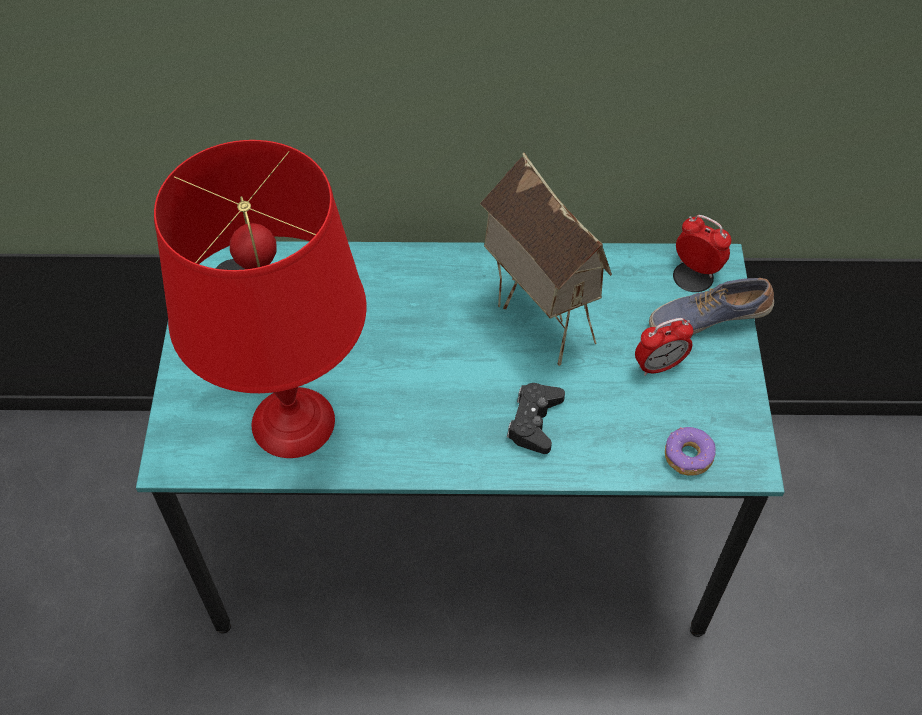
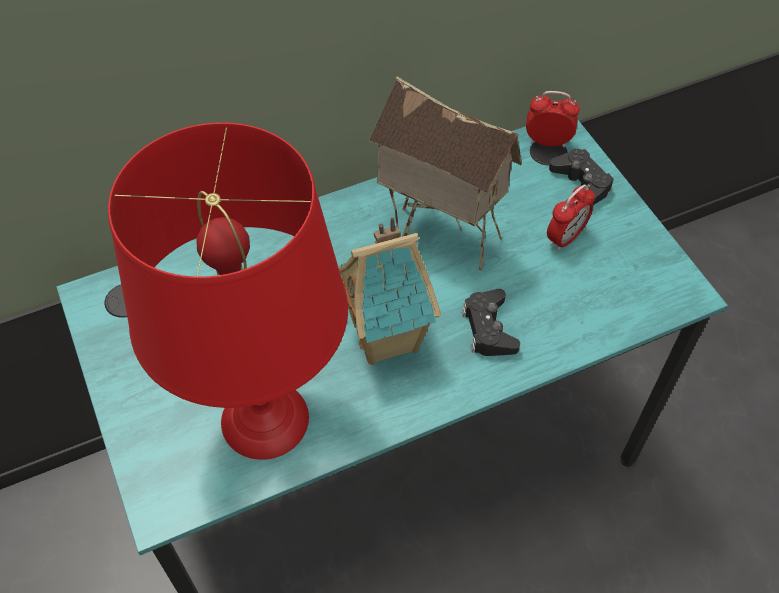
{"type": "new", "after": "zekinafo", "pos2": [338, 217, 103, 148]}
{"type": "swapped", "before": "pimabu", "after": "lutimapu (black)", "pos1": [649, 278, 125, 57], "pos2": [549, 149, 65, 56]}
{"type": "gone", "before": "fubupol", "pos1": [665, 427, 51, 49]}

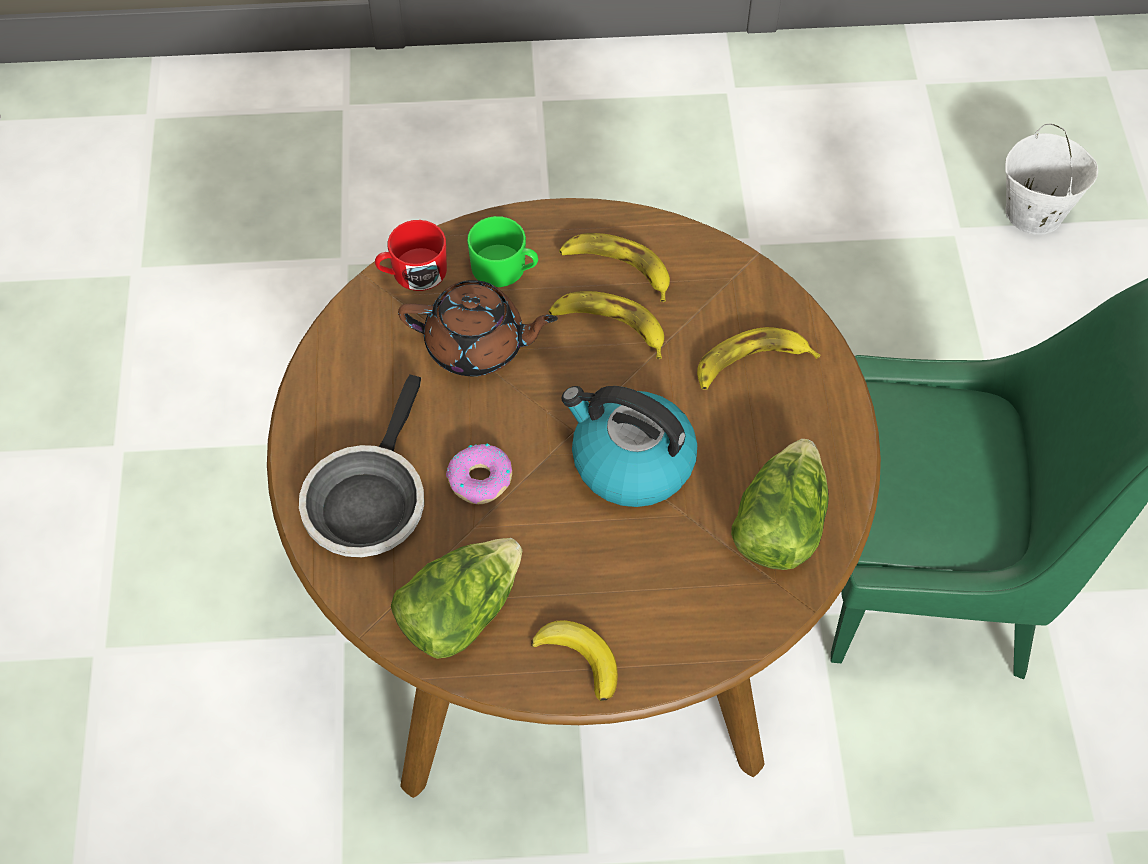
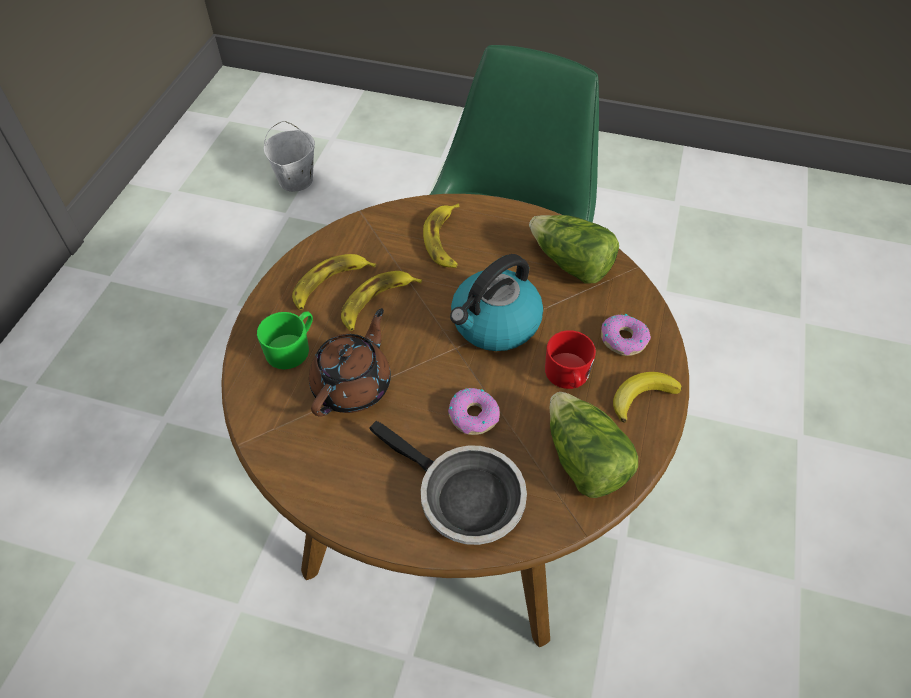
{"type": "shifted", "before": "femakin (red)", "pos1": [375, 220, 72, 71], "pos2": [545, 330, 51, 59]}
{"type": "new", "after": "fubupol", "pos2": [601, 314, 50, 42]}

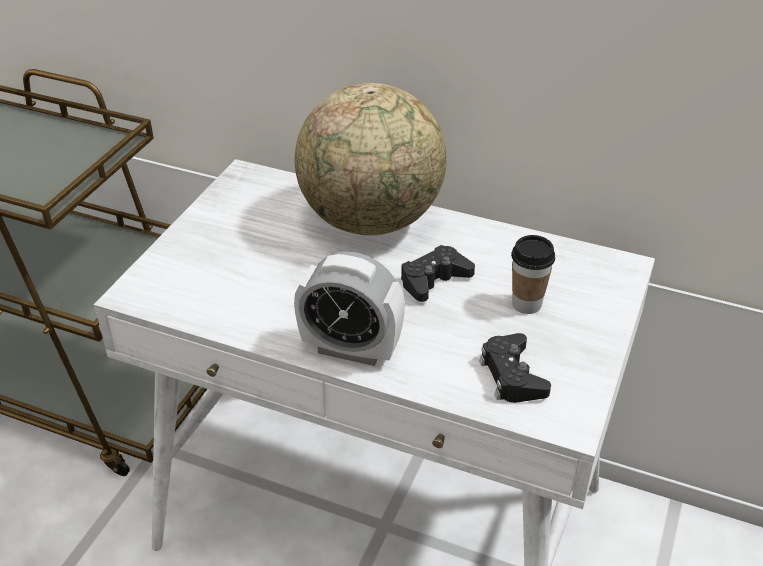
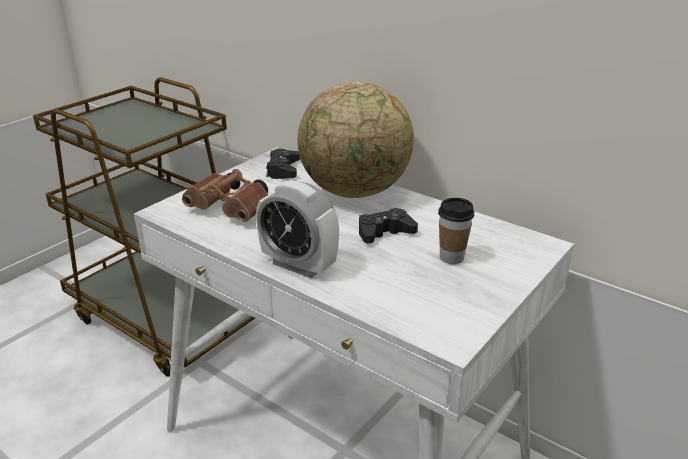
{"type": "new", "after": "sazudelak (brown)", "pos2": [182, 169, 87, 53]}
{"type": "shifted", "before": "lutimapu (black)", "pos1": [479, 333, 72, 70], "pos2": [266, 148, 34, 31]}

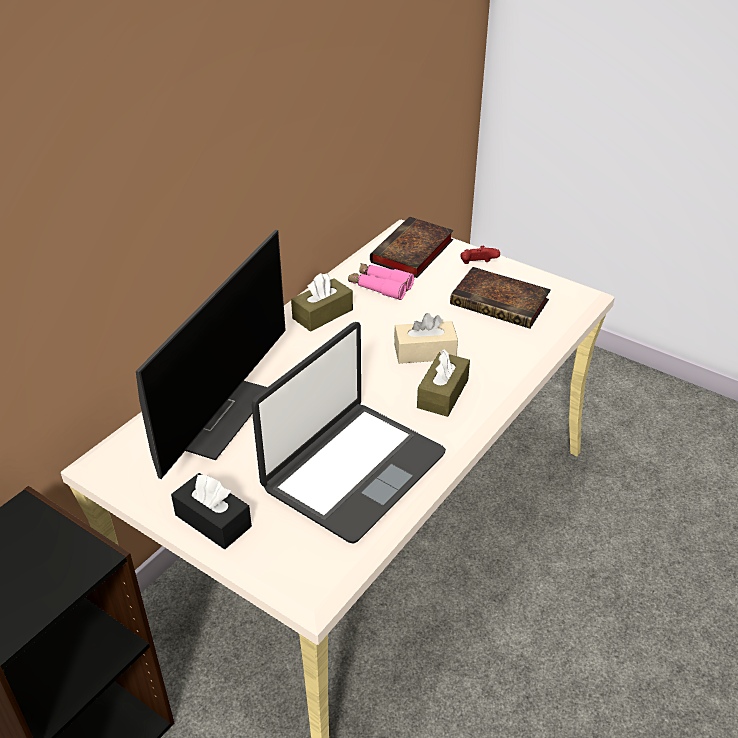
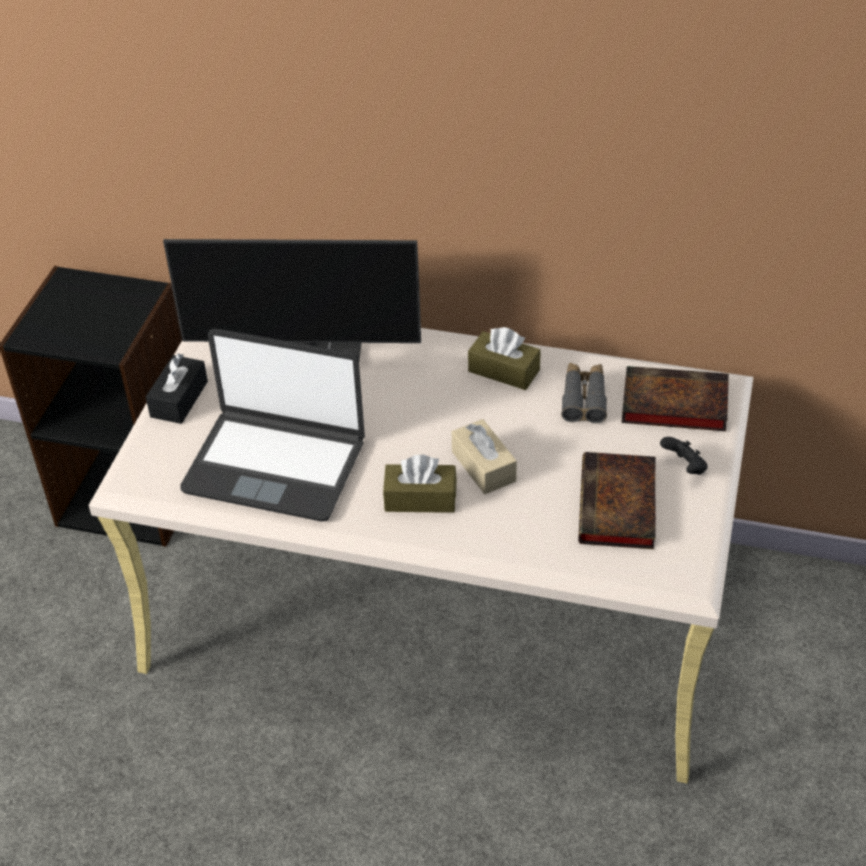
{"type": "repainted", "before": "sazudelak (pink)", "after": "sazudelak (grey)", "pos1": [348, 263, 66, 37], "pos2": [561, 363, 46, 60]}
{"type": "repainted", "before": "lutimapu (red)", "after": "lutimapu (black)", "pos1": [460, 246, 40, 18], "pos2": [660, 437, 48, 38]}

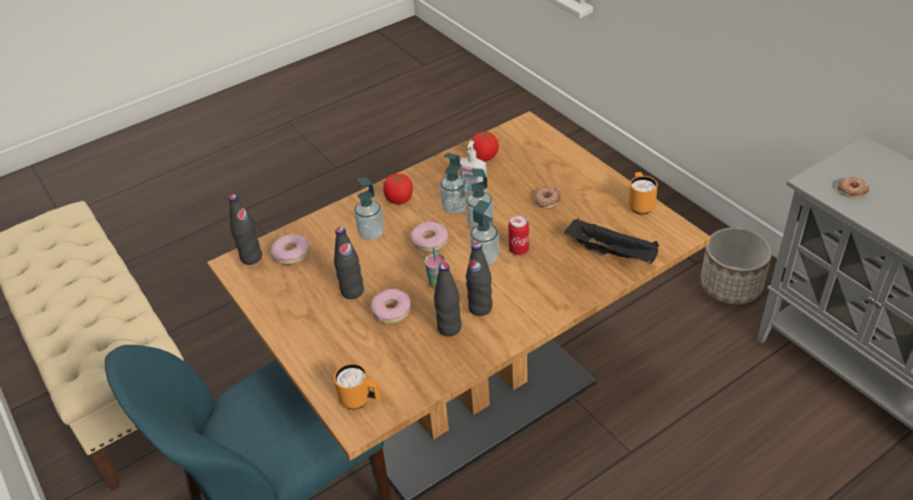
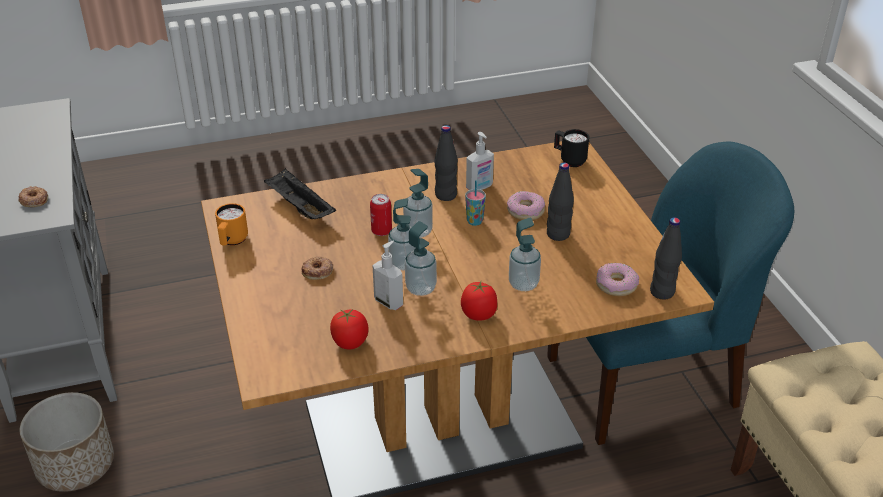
{"type": "swapped", "before": "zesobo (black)", "after": "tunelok", "pos1": [434, 263, 27, 74], "pos2": [466, 132, 28, 58]}
{"type": "repainted", "before": "femakin (orange)", "after": "femakin (black)", "pos1": [334, 363, 47, 46], "pos2": [554, 129, 35, 38]}
{"type": "gone", "before": "fubupol", "pos1": [410, 221, 39, 31]}

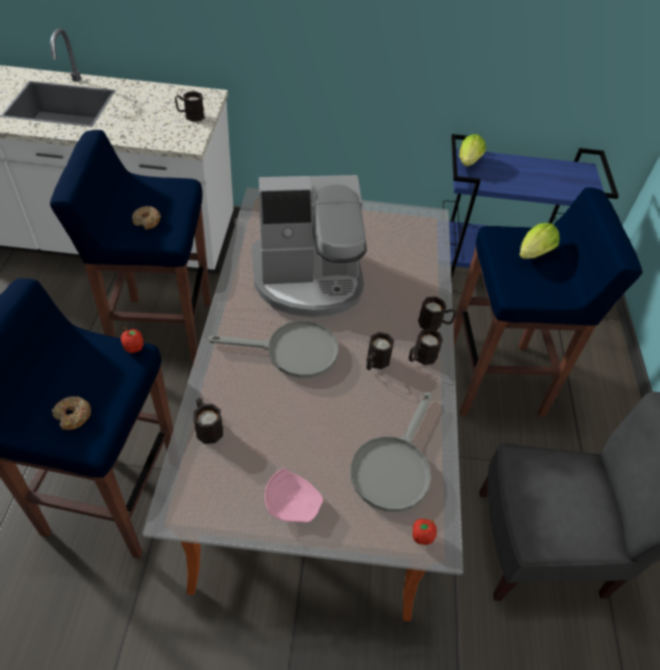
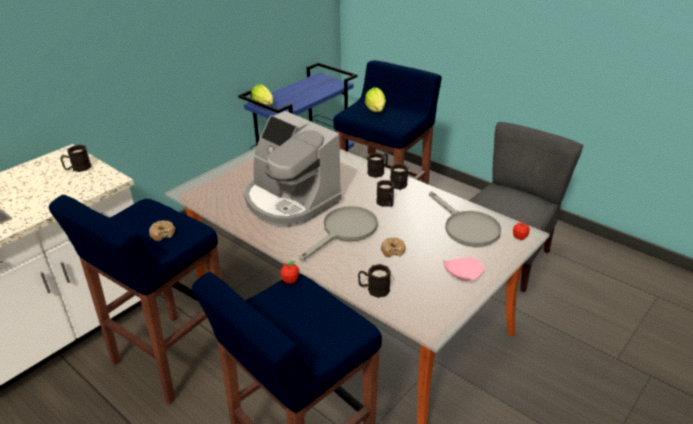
{"type": "rotated", "before": "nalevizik", "pos1": [252, 175, 115, 143], "pos2": [244, 111, 98, 116], "turn": 105}
{"type": "shifted", "before": "fubupol", "pos1": [52, 396, 39, 34], "pos2": [381, 237, 25, 20]}

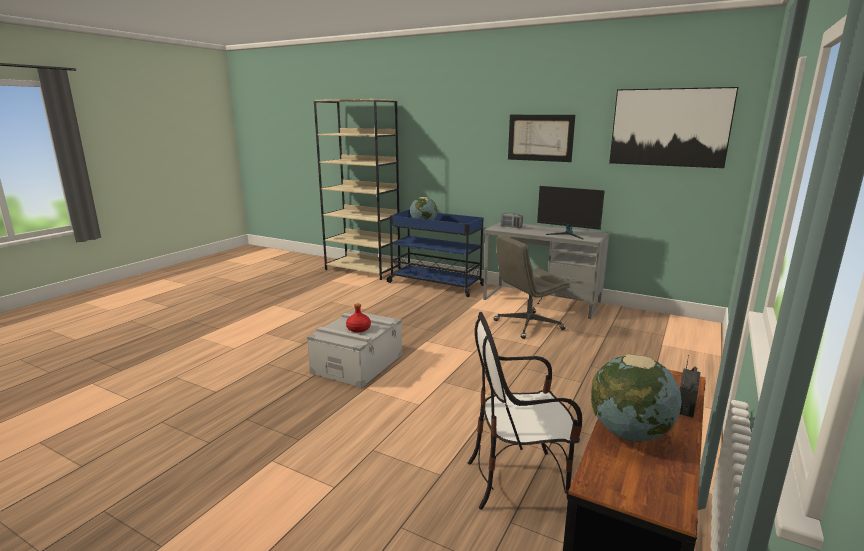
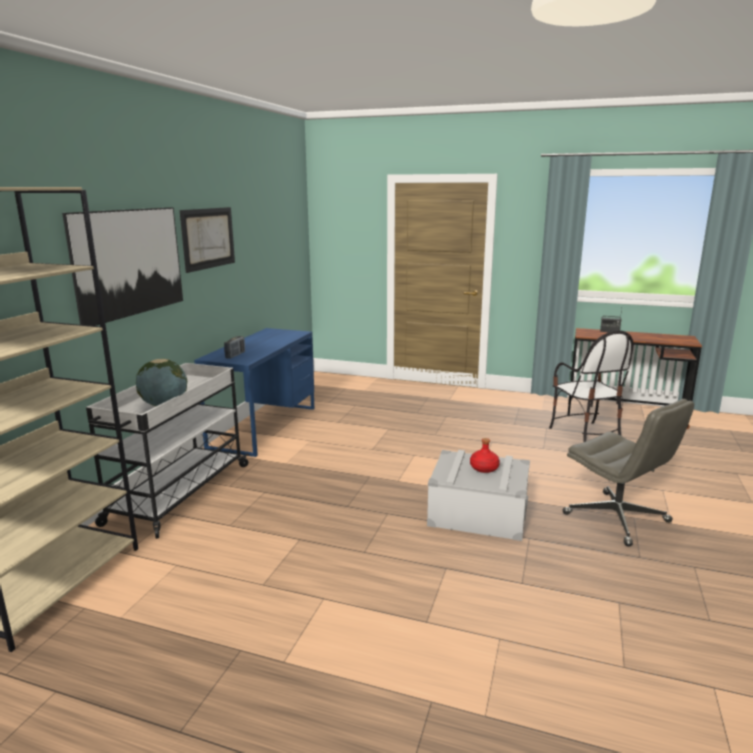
{"type": "shifted", "before": "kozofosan", "pos1": [609, 87, 129, 81], "pos2": [62, 207, 121, 119]}
{"type": "repainted", "before": "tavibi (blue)", "after": "tavibi (white)", "pos1": [386, 210, 98, 87], "pos2": [86, 363, 163, 176]}
{"type": "repainted", "before": "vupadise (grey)", "after": "vupadise (blue)", "pos1": [483, 222, 126, 97], "pos2": [194, 328, 120, 129]}
{"type": "shifted", "before": "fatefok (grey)", "pos1": [494, 236, 76, 103], "pos2": [563, 399, 131, 148]}
{"type": "gone", "before": "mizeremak", "pos1": [537, 186, 68, 53]}
{"type": "gone", "before": "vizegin", "pos1": [591, 354, 91, 88]}

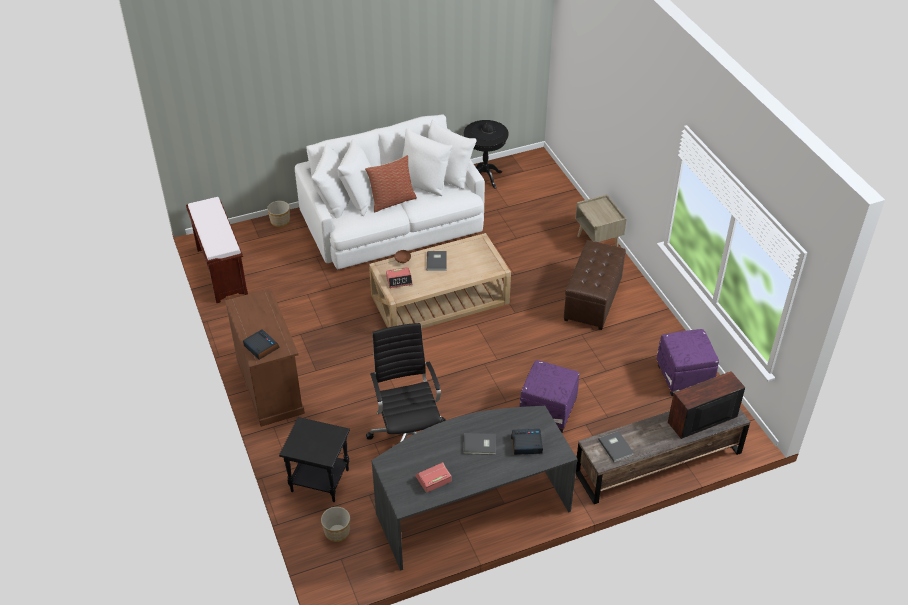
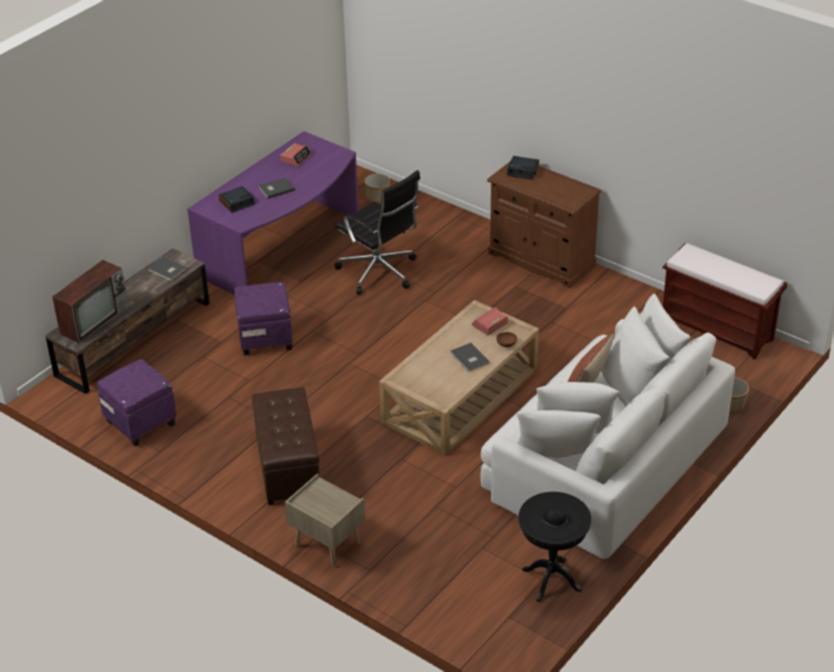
{"type": "repainted", "before": "vupadise (grey)", "after": "vupadise (purple)", "pos1": [371, 406, 207, 165], "pos2": [187, 131, 172, 164]}
{"type": "gone", "before": "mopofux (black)", "pos1": [279, 417, 71, 85]}

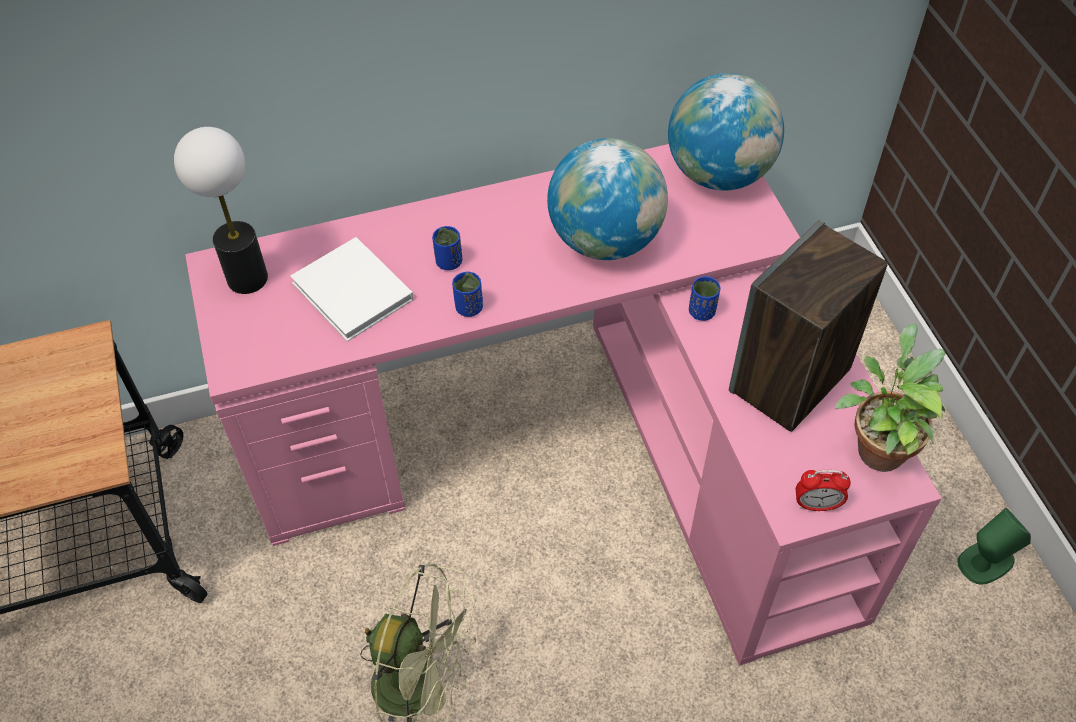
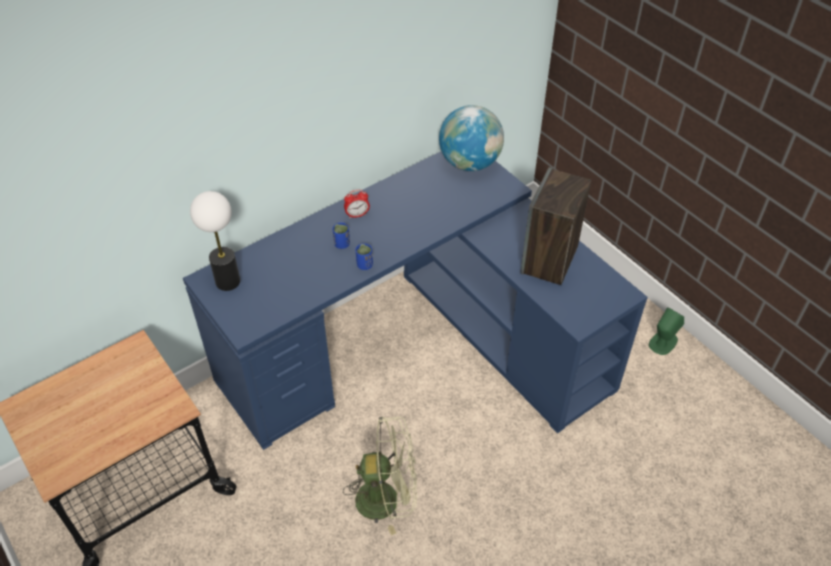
{"type": "repainted", "before": "vupadise (pink)", "after": "vupadise (blue)", "pos1": [185, 144, 757, 522], "pos2": [183, 151, 465, 299]}
{"type": "shifted", "before": "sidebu", "pos1": [796, 470, 55, 41], "pos2": [344, 190, 26, 28]}
{"type": "gone", "before": "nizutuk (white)", "pos1": [290, 237, 124, 105]}
{"type": "gone", "before": "vizegin", "pos1": [547, 138, 121, 122]}
{"type": "gone", "before": "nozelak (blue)", "pos1": [689, 276, 32, 45]}
{"type": "gone", "before": "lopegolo", "pos1": [835, 323, 110, 149]}

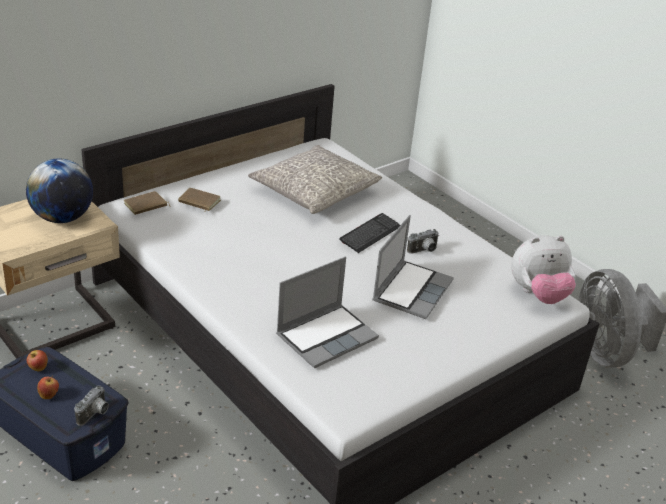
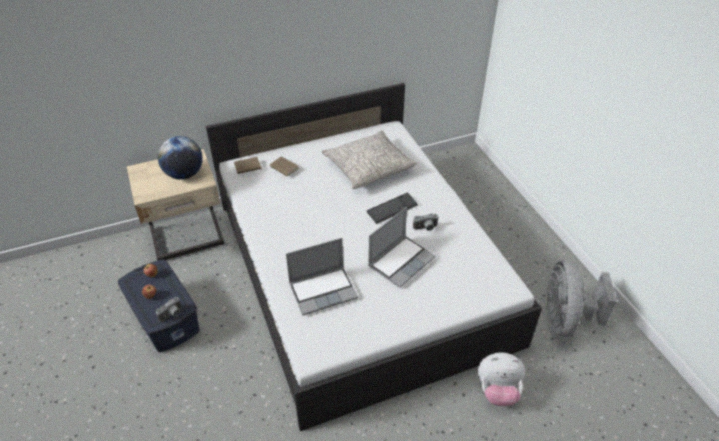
{"type": "shifted", "before": "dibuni", "pos1": [511, 235, 65, 69], "pos2": [478, 352, 47, 54]}

